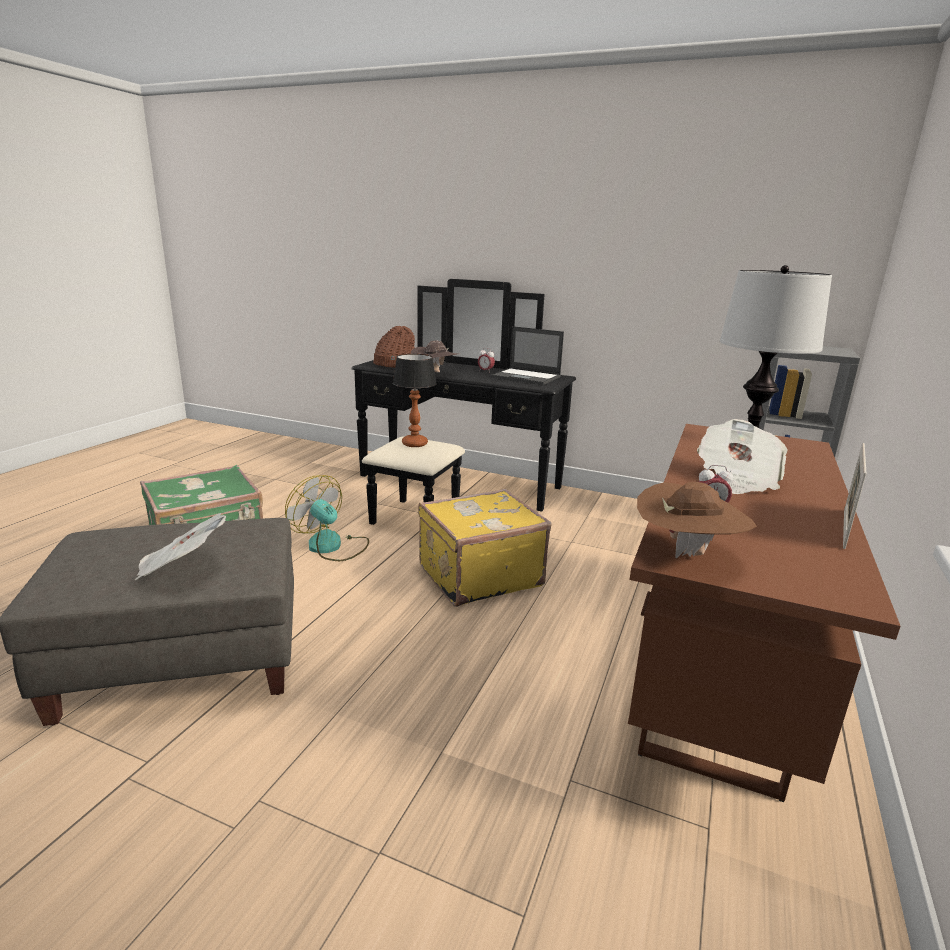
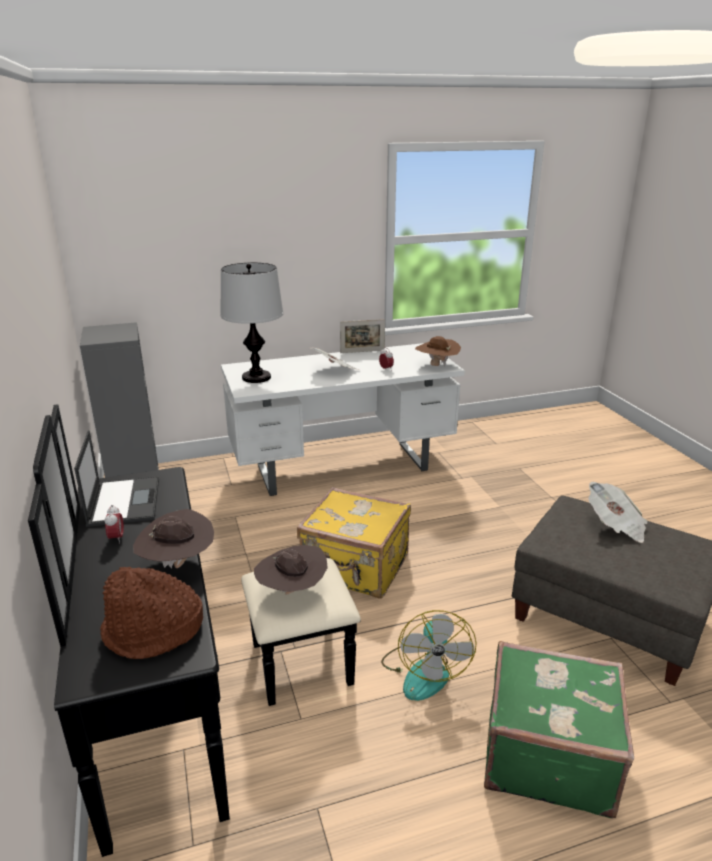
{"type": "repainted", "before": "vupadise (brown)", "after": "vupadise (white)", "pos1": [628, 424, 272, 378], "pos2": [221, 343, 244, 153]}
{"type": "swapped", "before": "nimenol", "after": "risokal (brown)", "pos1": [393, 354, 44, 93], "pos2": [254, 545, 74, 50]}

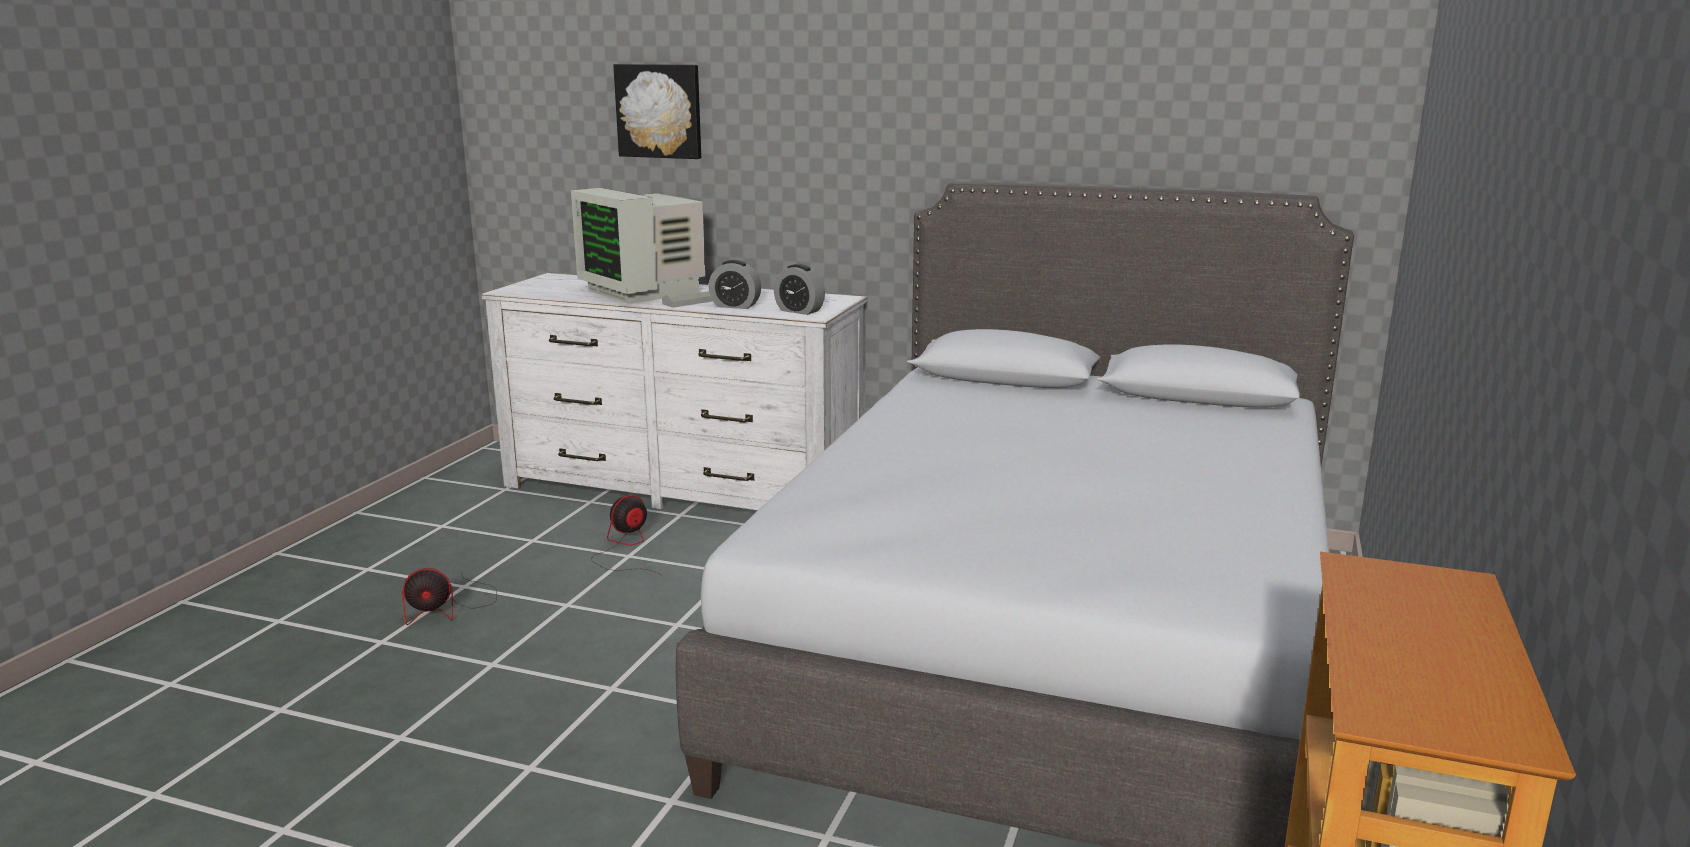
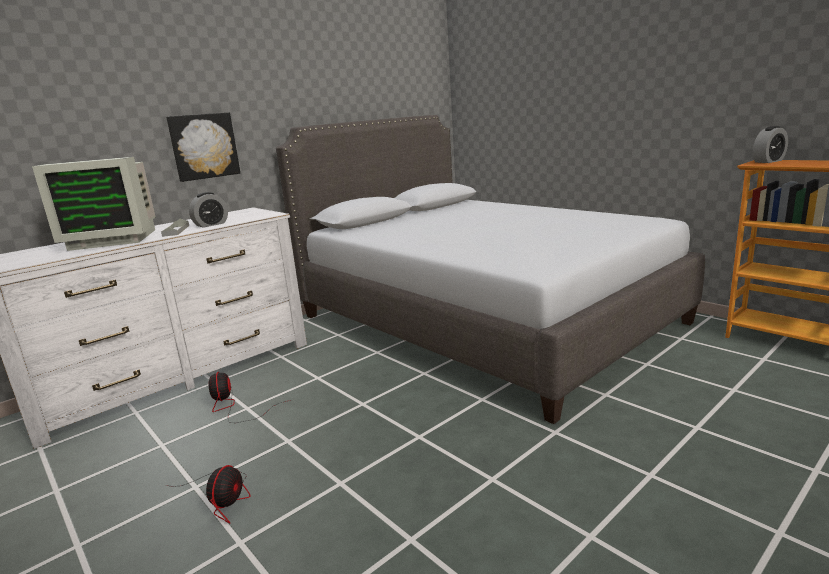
{"type": "shifted", "before": "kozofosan", "pos1": [613, 64, 88, 95], "pos2": [166, 113, 74, 69]}
{"type": "shifted", "before": "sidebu", "pos1": [774, 264, 51, 51], "pos2": [753, 126, 35, 37]}

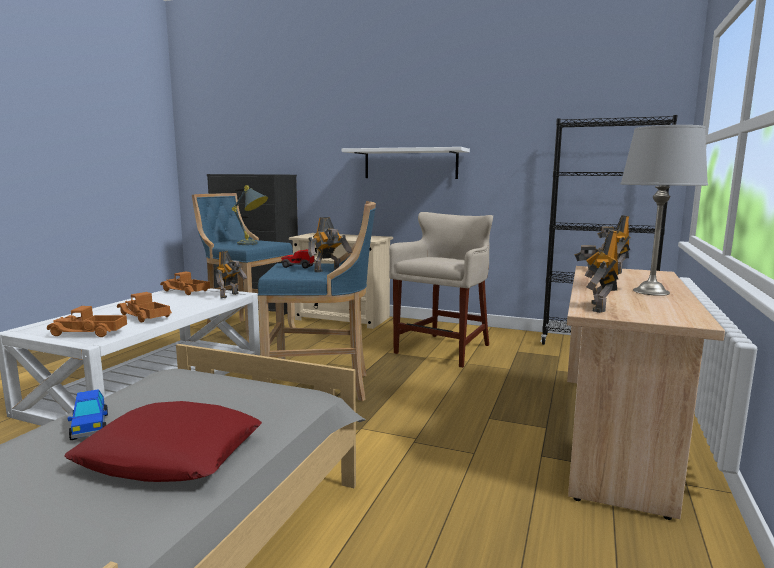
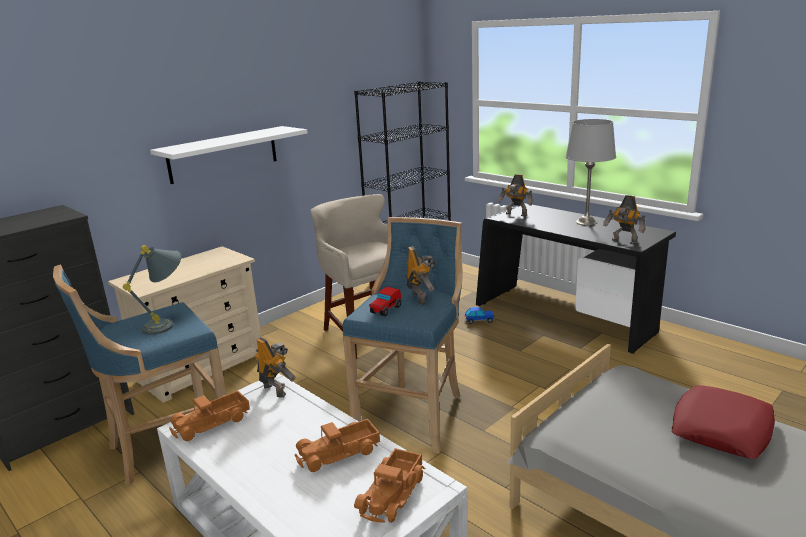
{"type": "shifted", "before": "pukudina", "pos1": [68, 389, 40, 51], "pos2": [465, 307, 30, 17]}
{"type": "repainted", "before": "vupadise (beige)", "after": "vupadise (black)", "pos1": [567, 266, 158, 254], "pos2": [476, 203, 200, 151]}

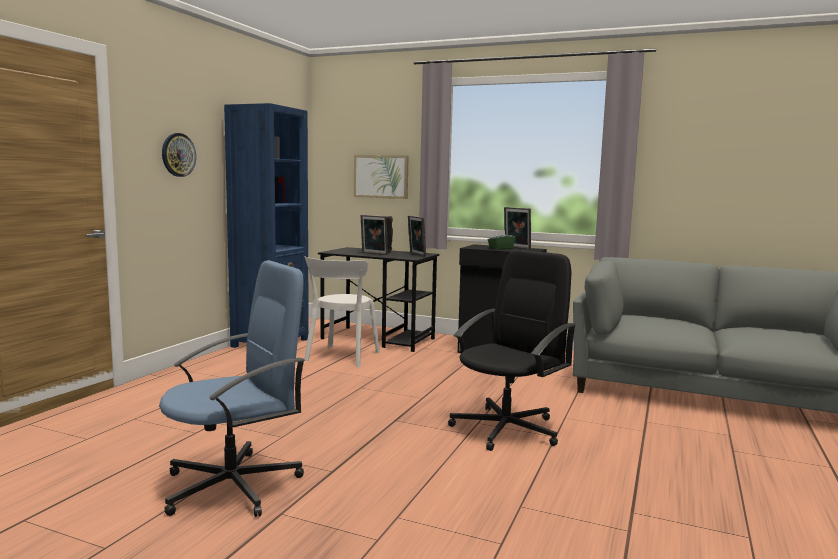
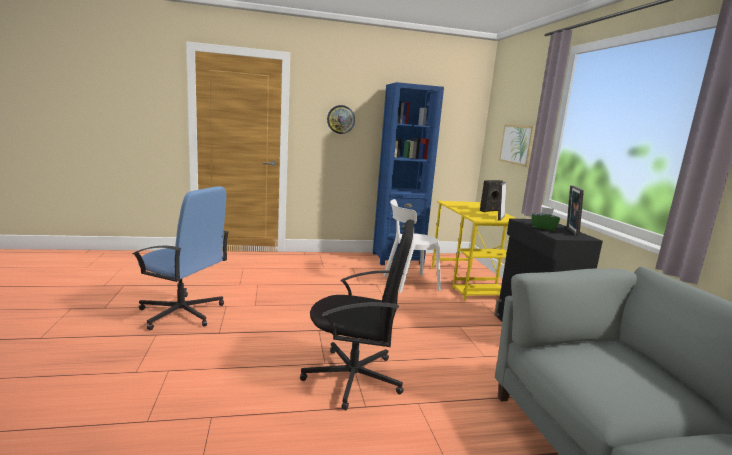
{"type": "repainted", "before": "vupadise (black)", "after": "vupadise (yellow)", "pos1": [318, 247, 121, 105], "pos2": [432, 201, 85, 100]}
{"type": "gone", "before": "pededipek", "pos1": [361, 215, 27, 40]}

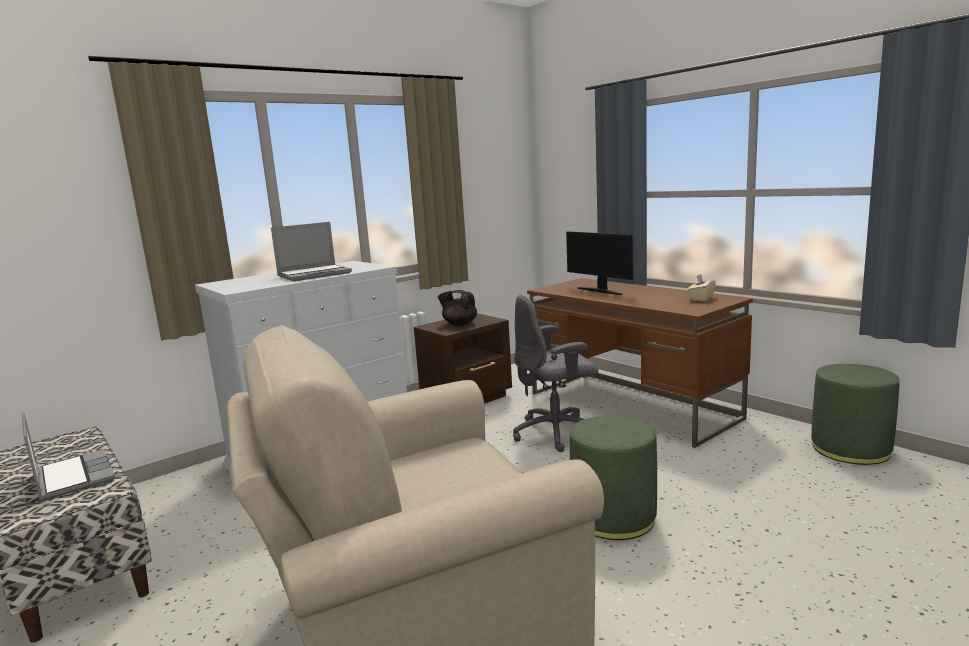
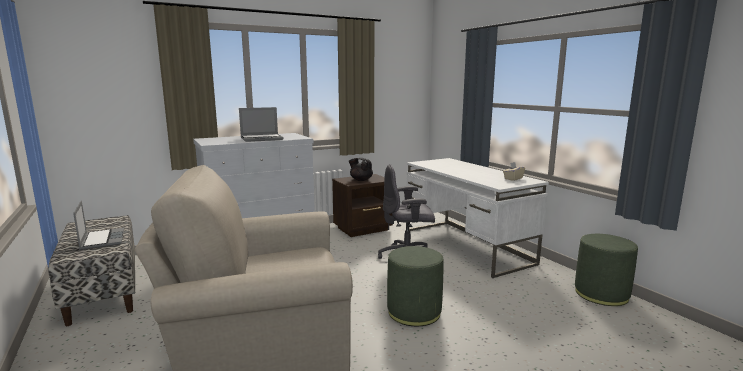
{"type": "repainted", "before": "vupadise (brown)", "after": "vupadise (white)", "pos1": [527, 278, 226, 170], "pos2": [406, 158, 143, 120]}
{"type": "gone", "before": "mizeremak", "pos1": [566, 231, 67, 64]}

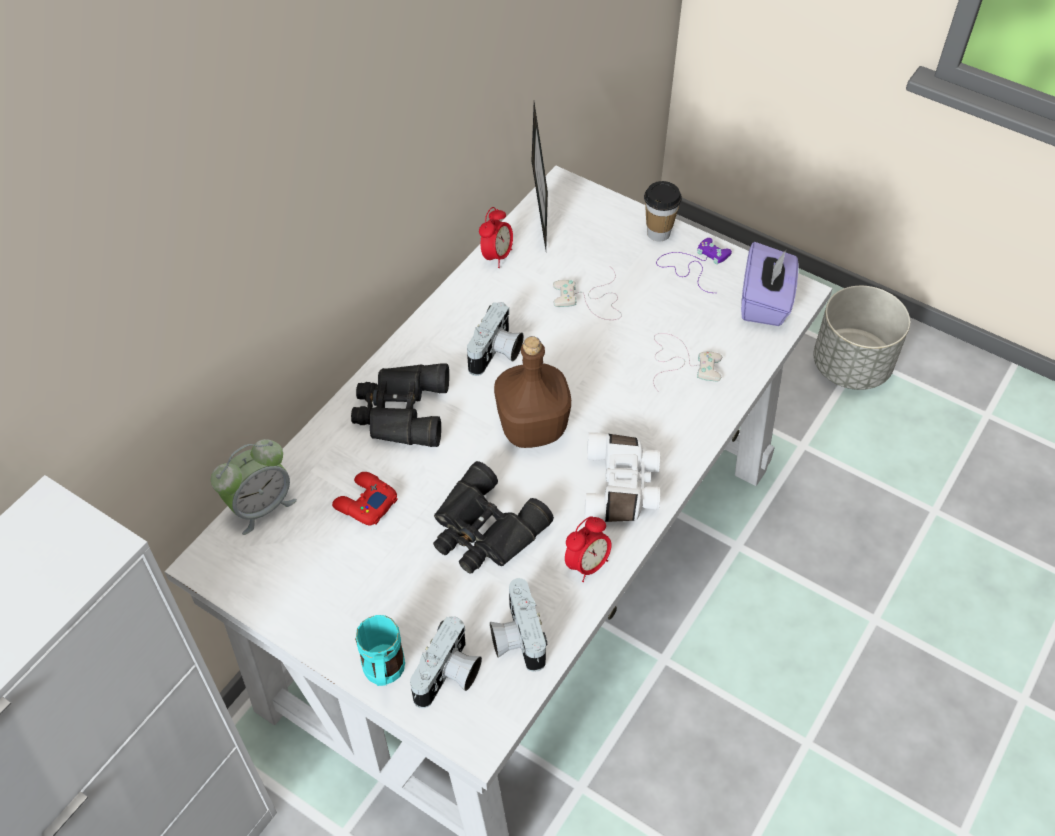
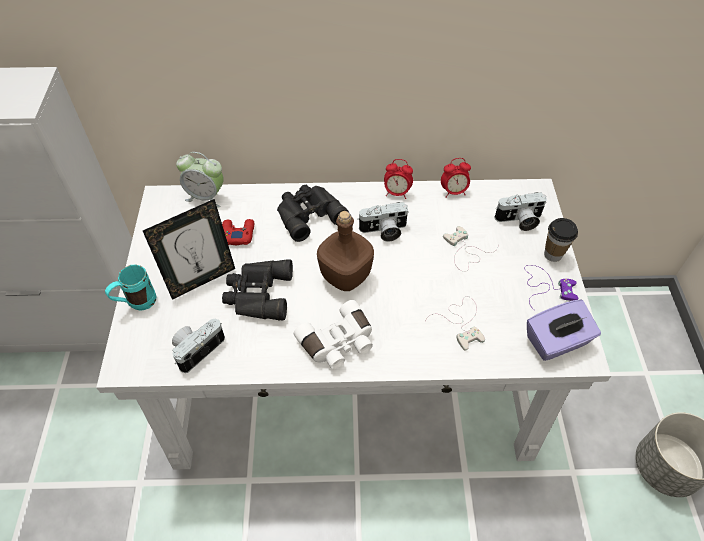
{"type": "shifted", "before": "pededipek", "pos1": [531, 103, 17, 147], "pos2": [143, 199, 92, 101]}
{"type": "shifted", "before": "sidebu", "pos1": [565, 517, 47, 65], "pos2": [384, 159, 29, 40]}
{"type": "shifted", "before": "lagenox", "pos1": [410, 616, 72, 92], "pos2": [495, 192, 52, 39]}

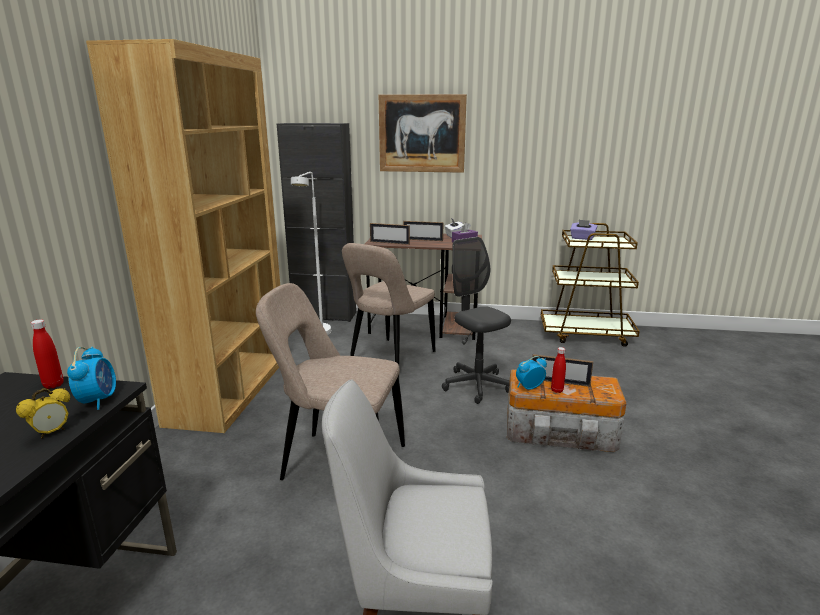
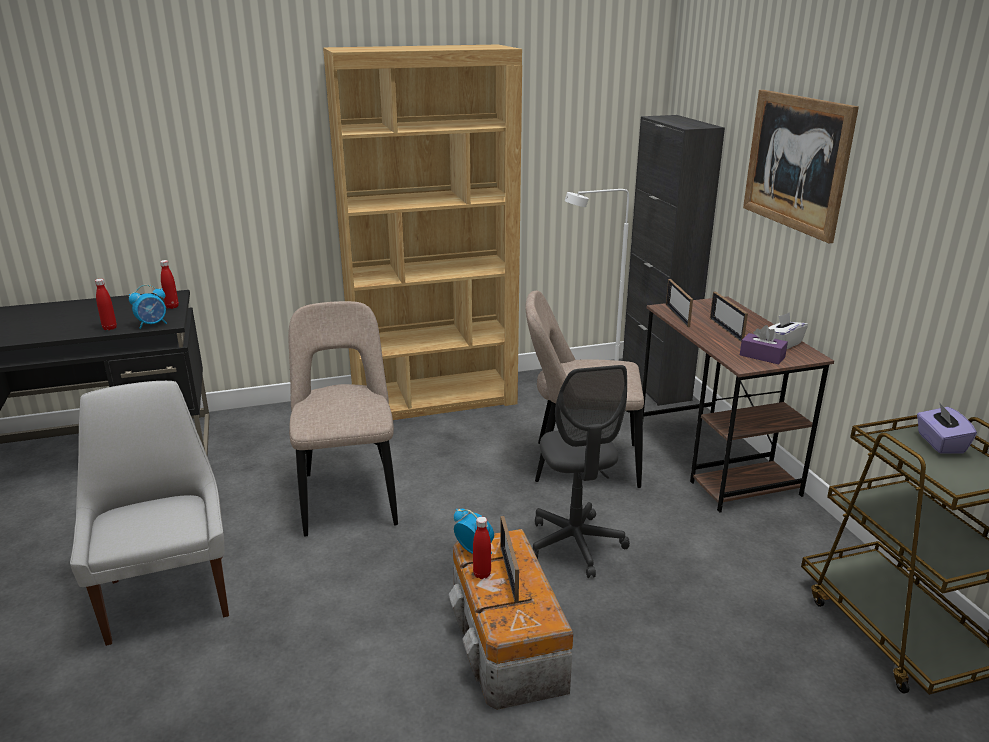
{"type": "swapped", "before": "sidebu", "after": "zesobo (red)", "pos1": [16, 388, 54, 50], "pos2": [95, 279, 22, 51]}
{"type": "rotated", "before": "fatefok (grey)", "pos1": [442, 237, 69, 167], "pos2": [532, 365, 98, 213], "turn": 135}

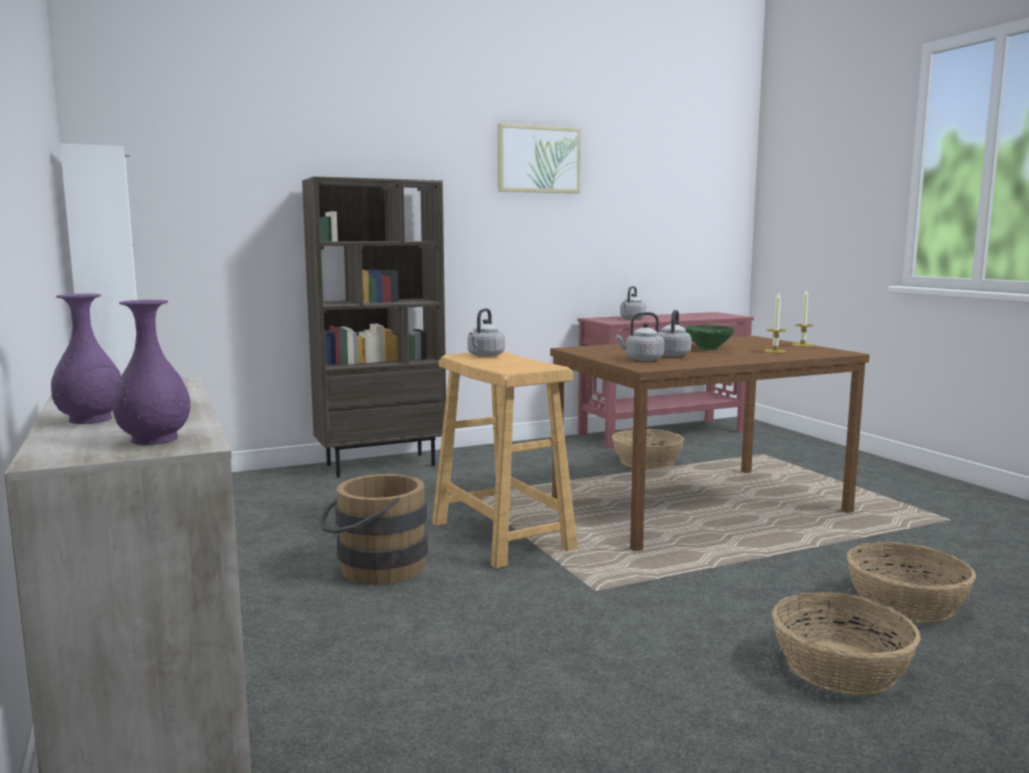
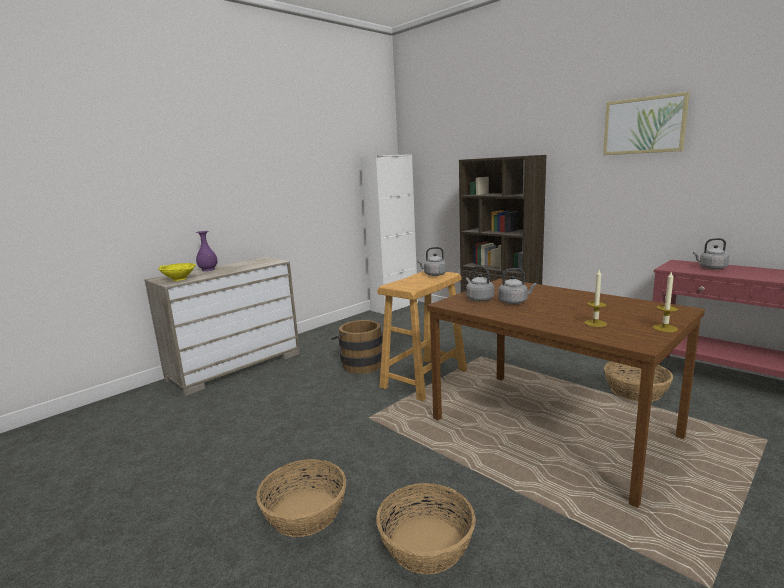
{"type": "swapped", "before": "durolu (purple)", "after": "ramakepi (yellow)", "pos1": [112, 300, 79, 145], "pos2": [158, 263, 38, 18]}
{"type": "gone", "before": "ramakepi (green)", "pos1": [684, 325, 51, 25]}

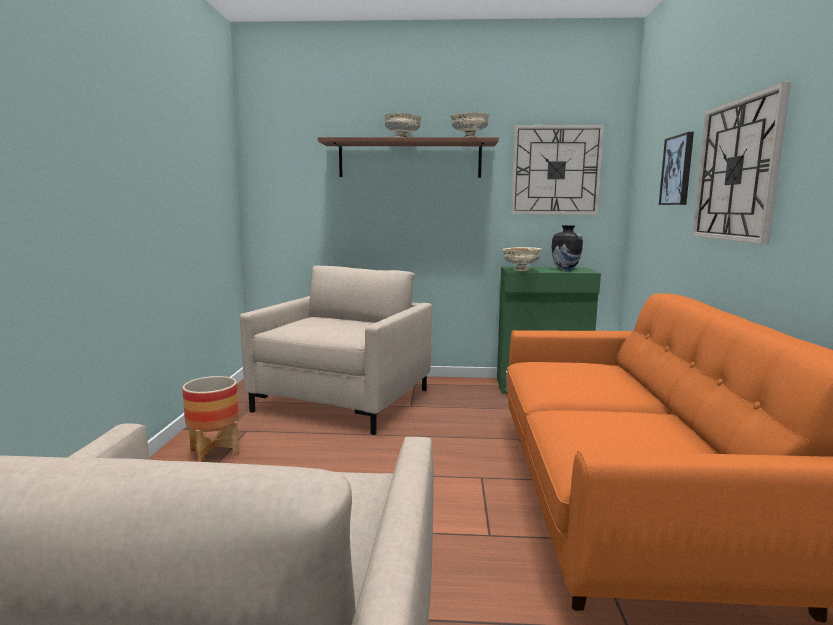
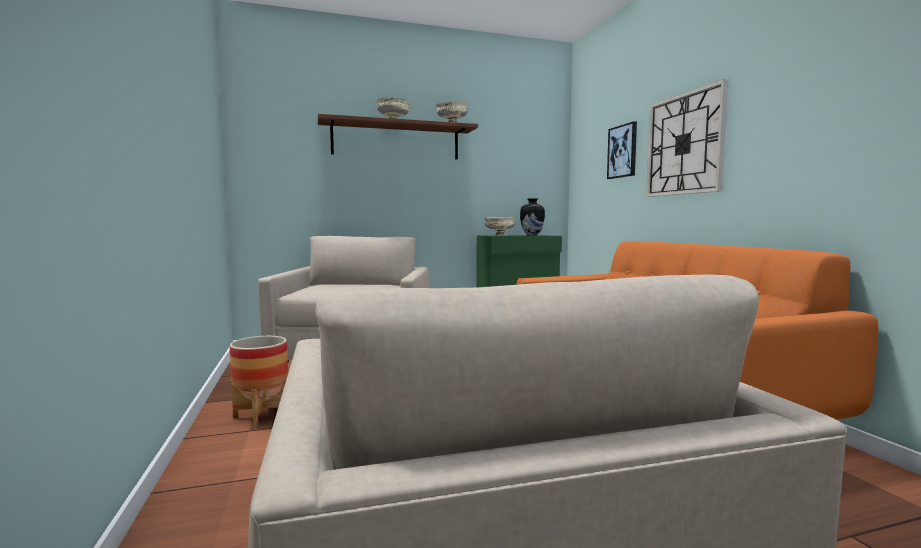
{"type": "gone", "before": "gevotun", "pos1": [511, 125, 93, 90]}

